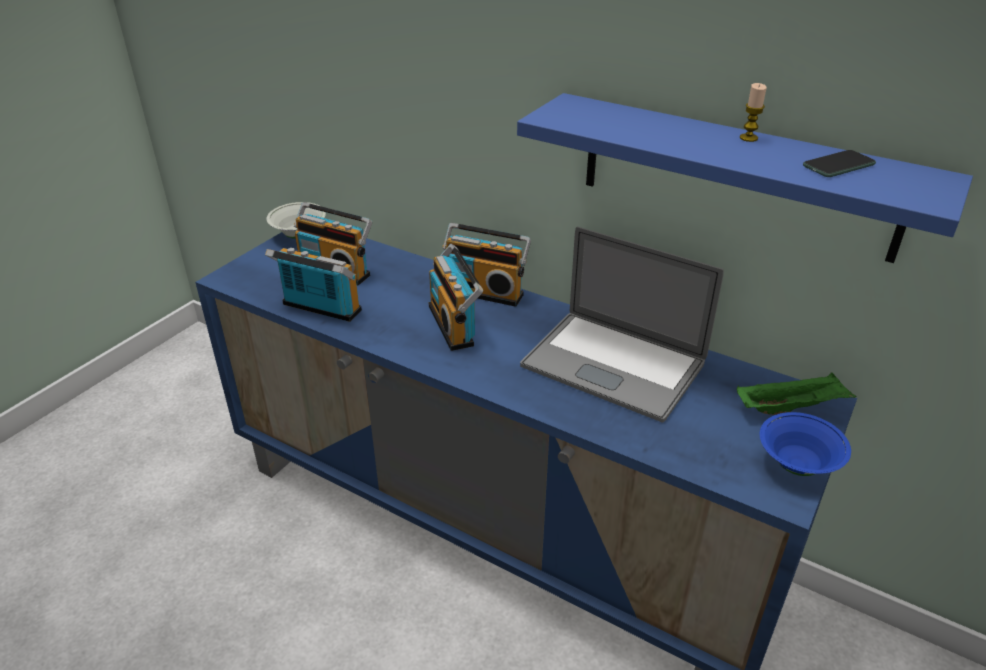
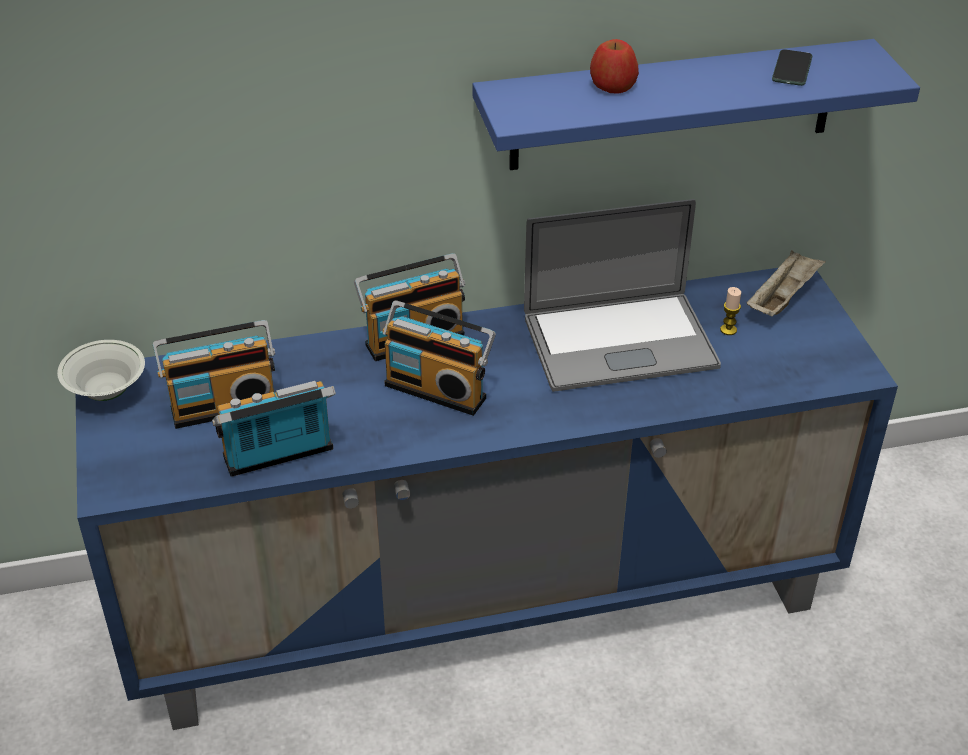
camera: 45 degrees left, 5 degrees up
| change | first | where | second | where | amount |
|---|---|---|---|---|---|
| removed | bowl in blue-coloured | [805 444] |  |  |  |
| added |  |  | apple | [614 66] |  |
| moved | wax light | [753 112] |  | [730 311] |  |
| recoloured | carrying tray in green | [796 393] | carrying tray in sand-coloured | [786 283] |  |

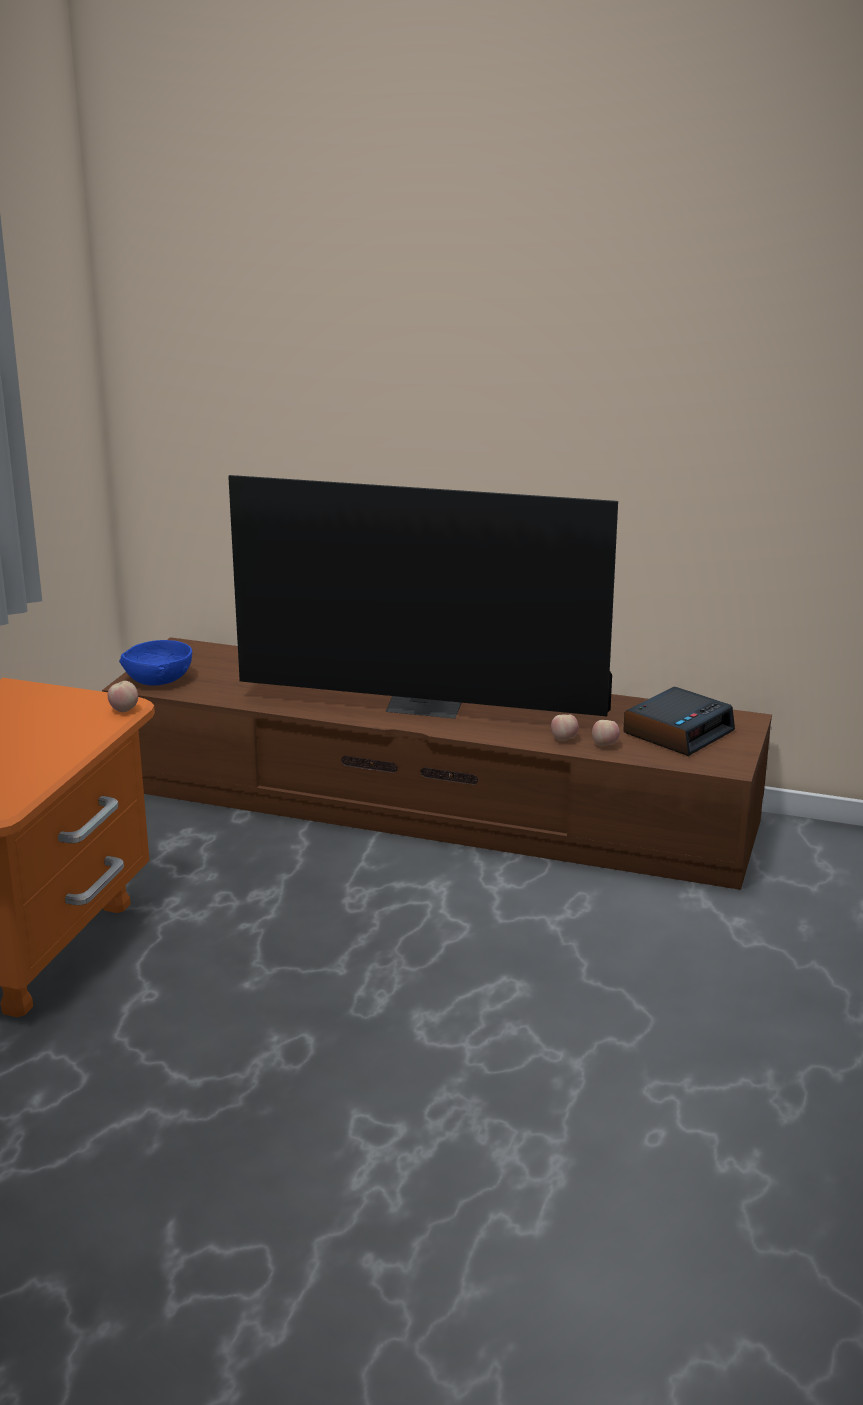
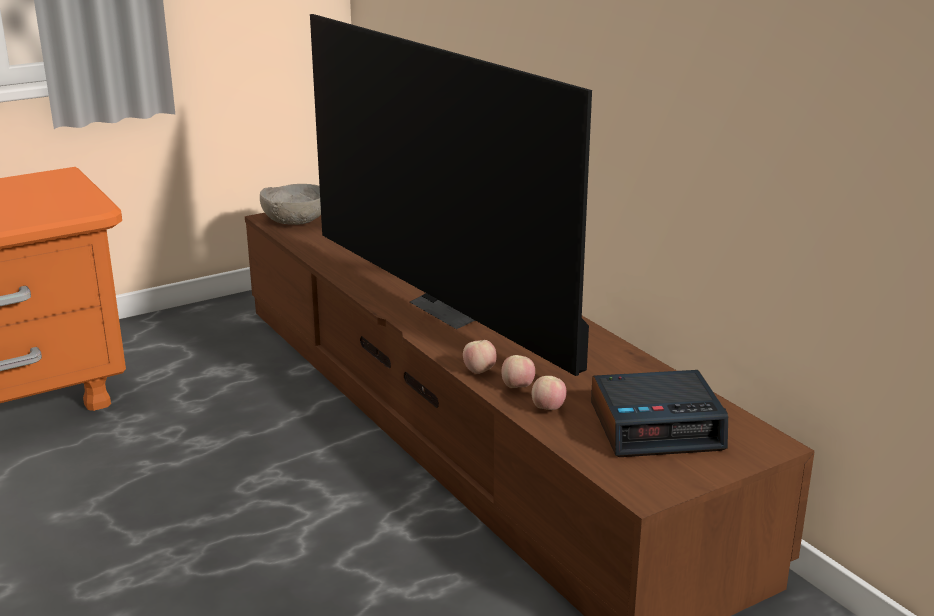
camera: 40 degrees right, 0 degrees up
| change | first | where | second | where | amount |
|---|---|---|---|---|---|
| moved | apple | [123 696] |  | [480 357] |  |
| recoloured | bowl in blue-coloured | [155 663] | bowl in grey | [290 204] |  |

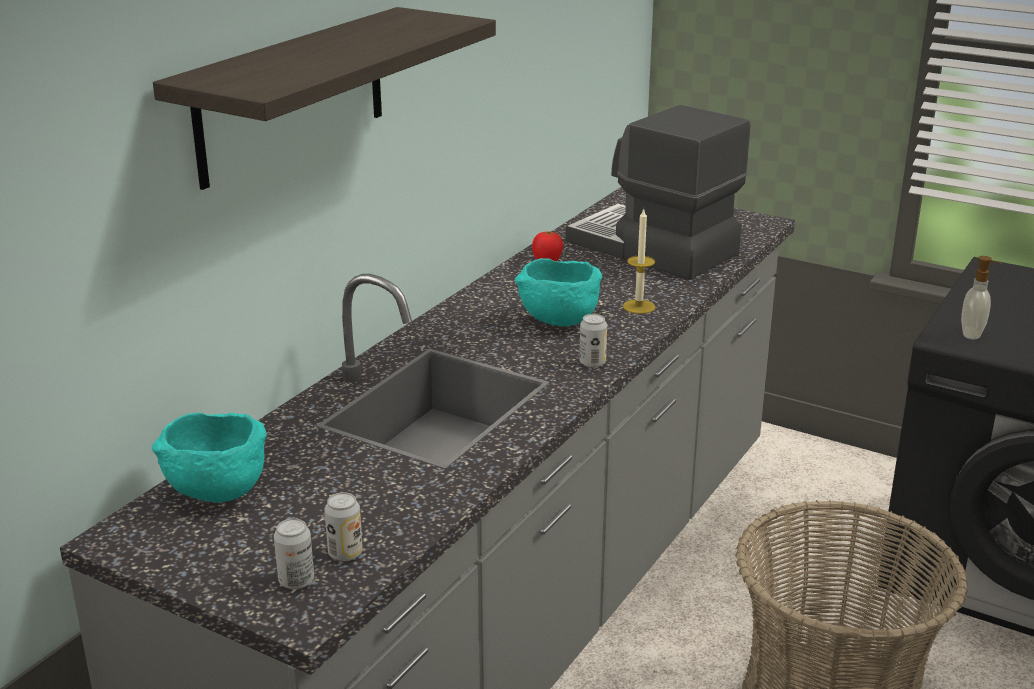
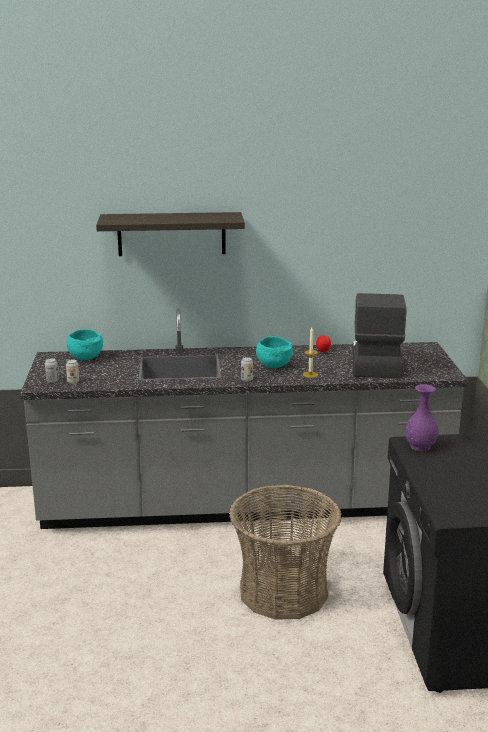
camera: 55 degrees right, 5 degrees down
| change | first | where | second | where | amount |
|---|---|---|---|---|---|
| replaced | soap dispenser | [981 298] | vase in purple-coloured | [422 417] |  |

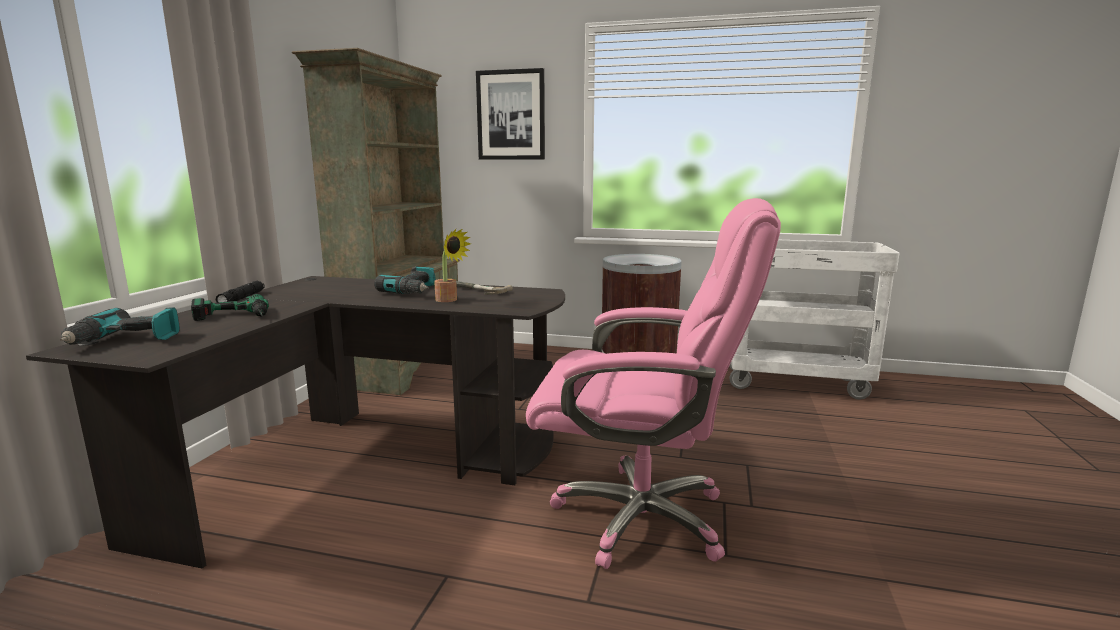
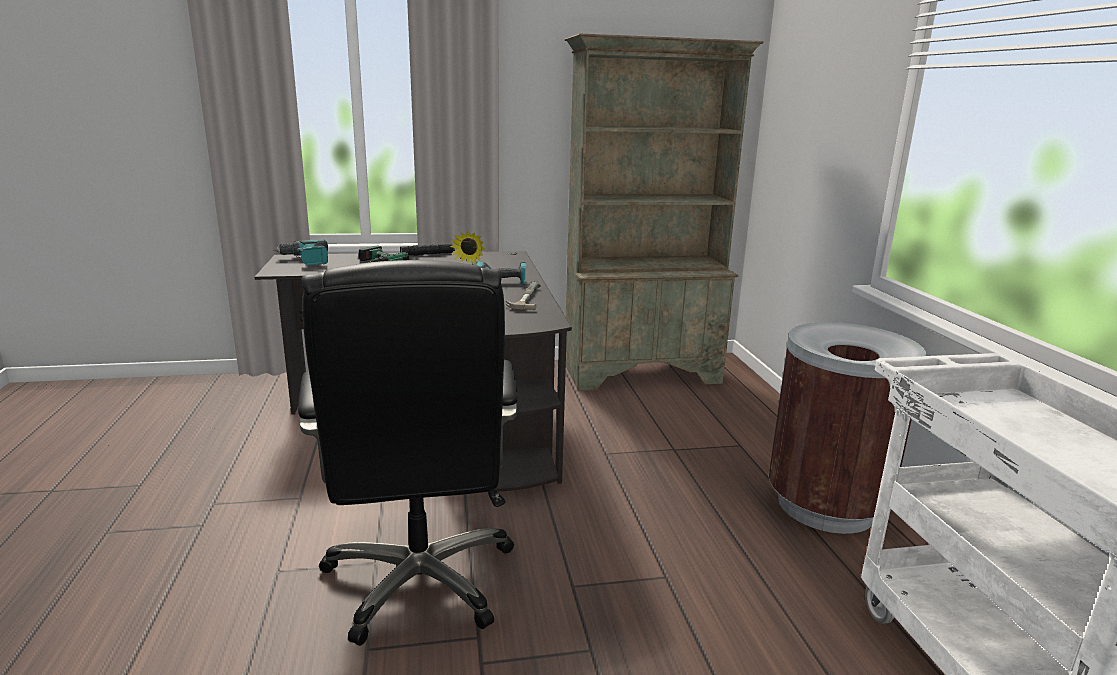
camera: 65 degrees right, 5 degrees up
| change | first | where | second | where | amount |
|---|---|---|---|---|---|
| removed | wall picture | [510 114] |  |  |  |
| recoloured | office chair in pink-coloured | [653 383] | office chair in blackish | [408 453] |  |

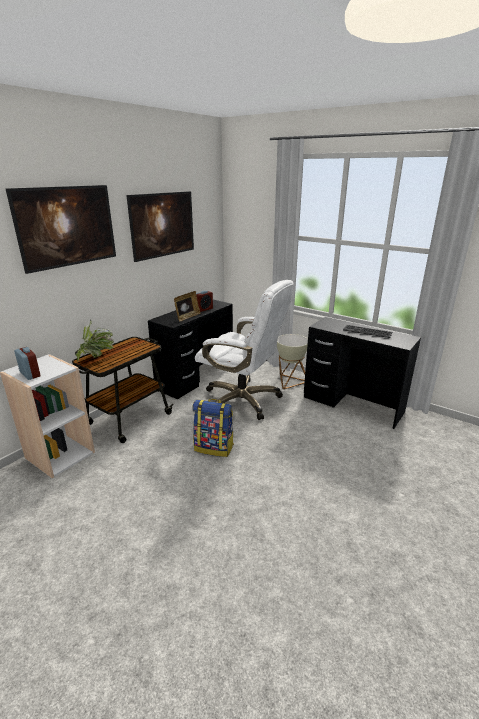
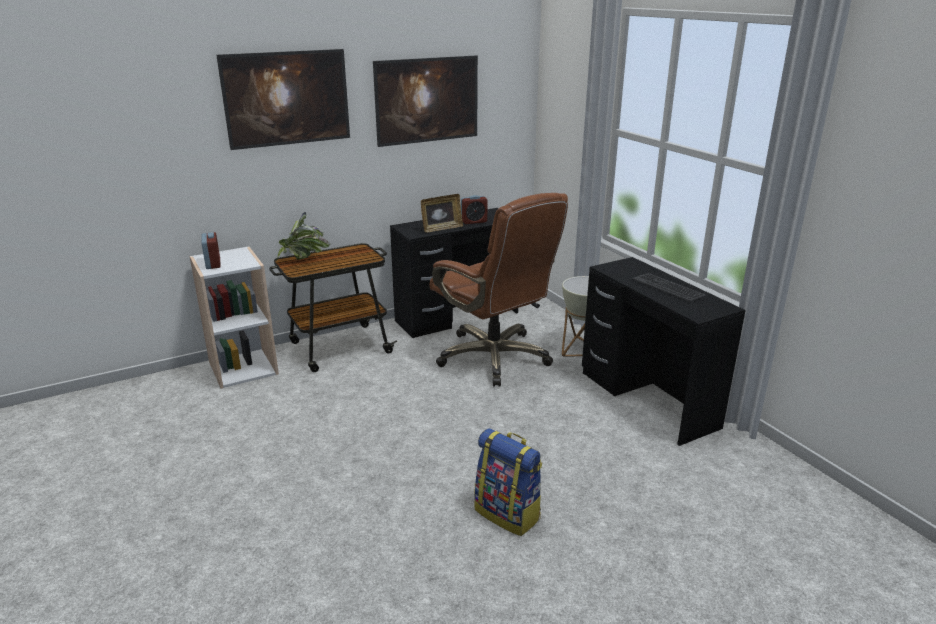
camera: 25 degrees right, 0 degrees up
| change | first | where | second | where | amount |
|---|---|---|---|---|---|
| moved | backpack | [213 428] |  | [508 482] |  |
| recoloured | office chair in white-coloured | [244 350] | office chair in brownish | [499 290] |  |

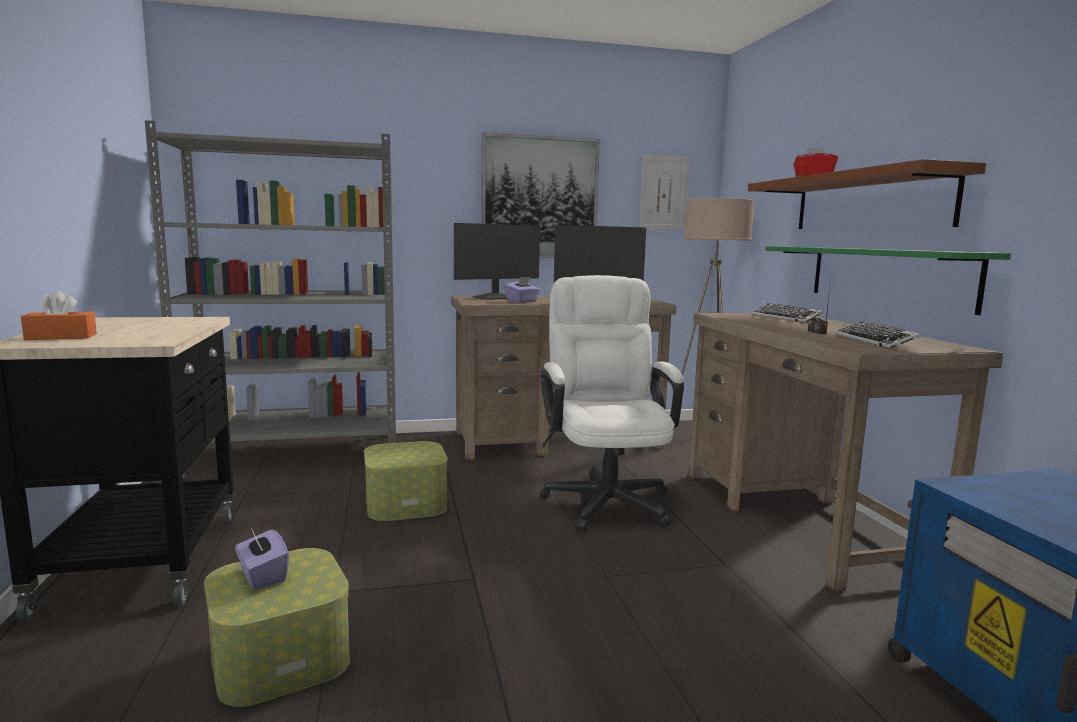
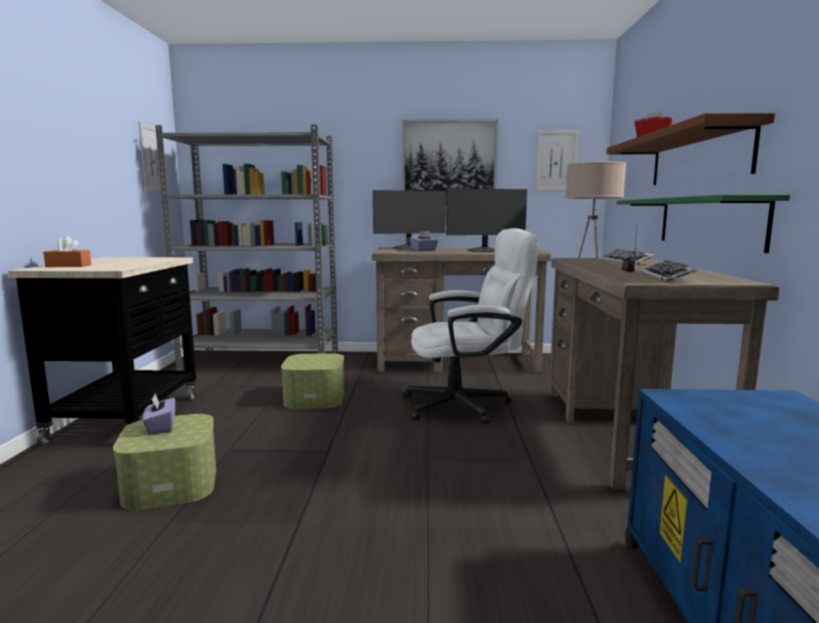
camera: 15 degrees right, 0 degrees up
| change | first | where | second | where | amount |
|---|---|---|---|---|---|
| added |  |  | wall picture | [153 157] |  |
| turned | office chair in white-coloured | [612 403] |  | [470 326] | 75 degrees clockwise |

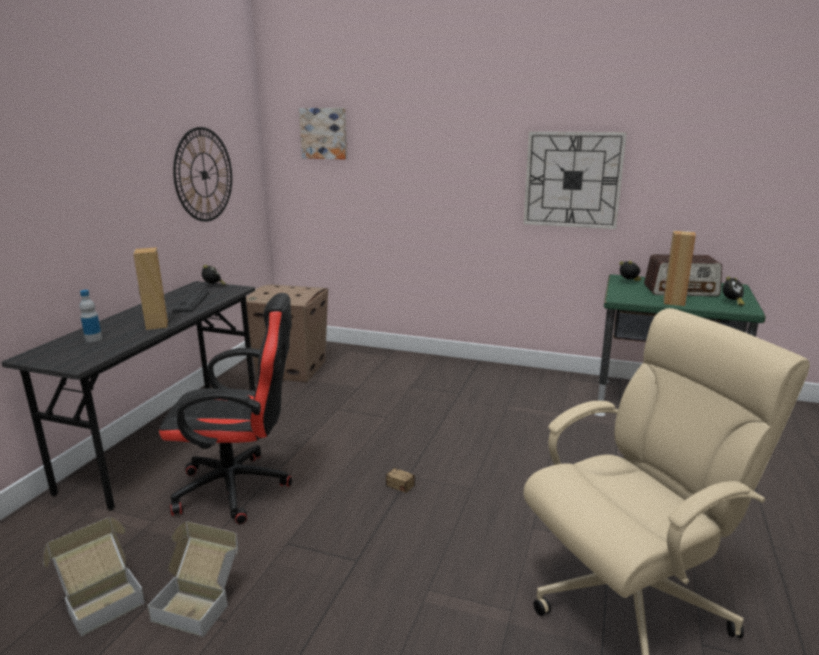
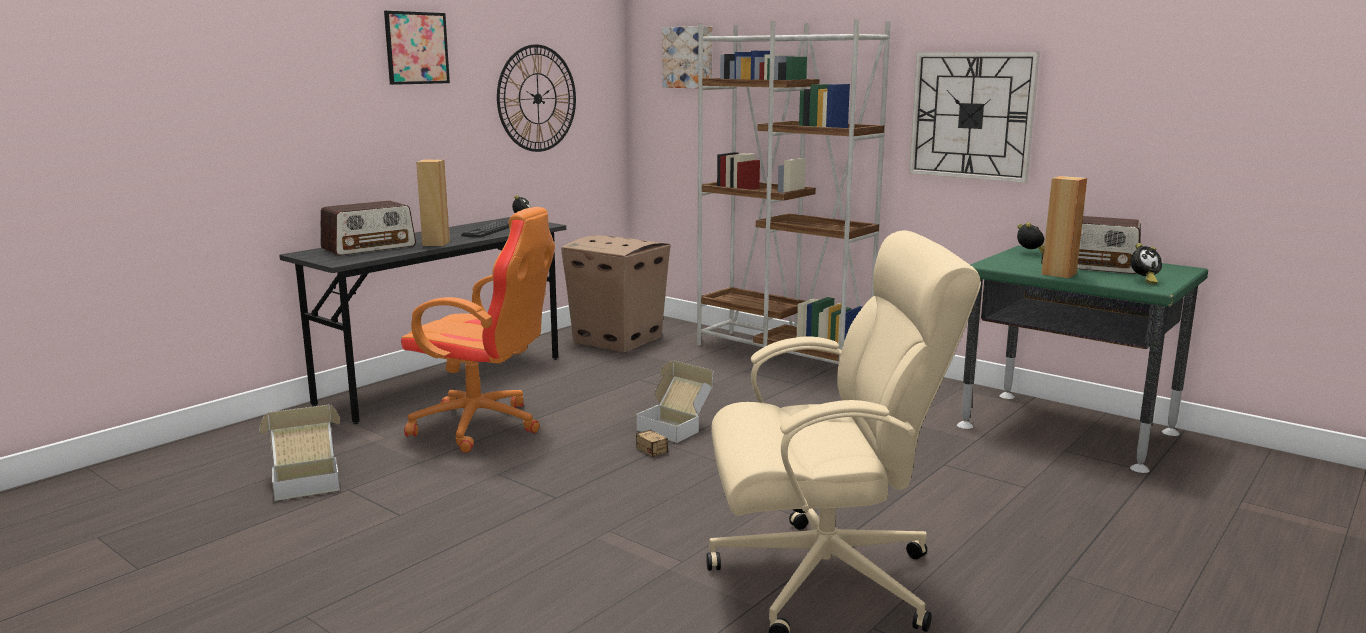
camera: 20 degrees right, 5 degrees down
| change | first | where | second | where | amount |
|---|---|---|---|---|---|
| added |  |  | wall picture | [417 48] |  |
| added |  |  | bookshelf in brownish | [794 191] |  |
| moved | carton | [192 579] |  | [675 402] |  |
| replaced | bottle | [90 316] | radio | [368 228] |  |
| recoloured | office chair in blackish | [225 408] | office chair in orangey | [478 330] |  |

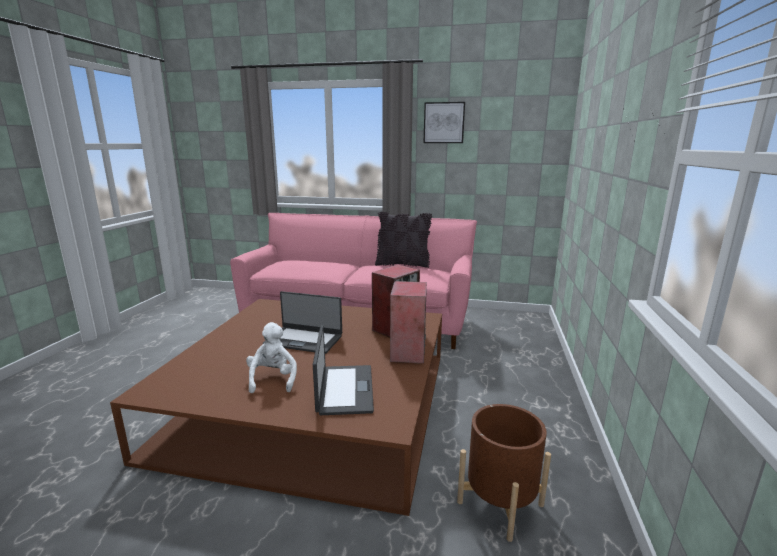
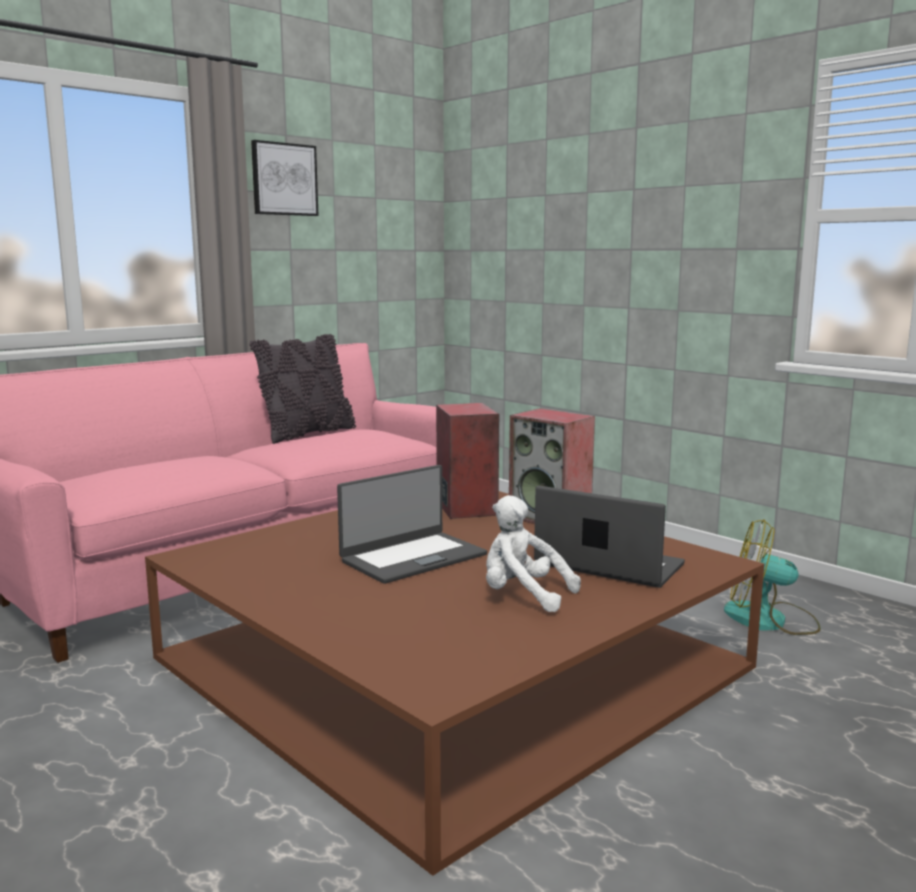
camera: 55 degrees left, 5 degrees down
| change | first | where | second | where | amount |
|---|---|---|---|---|---|
| replaced | flower pot in brownish | [504 473] | cooling fan | [772 577] |  |

